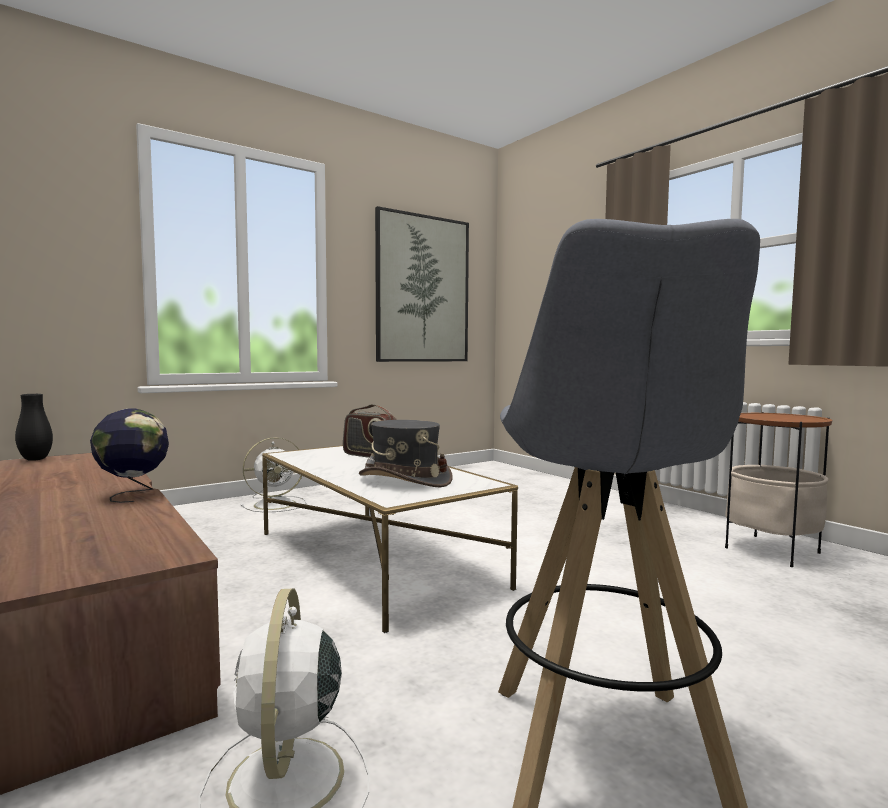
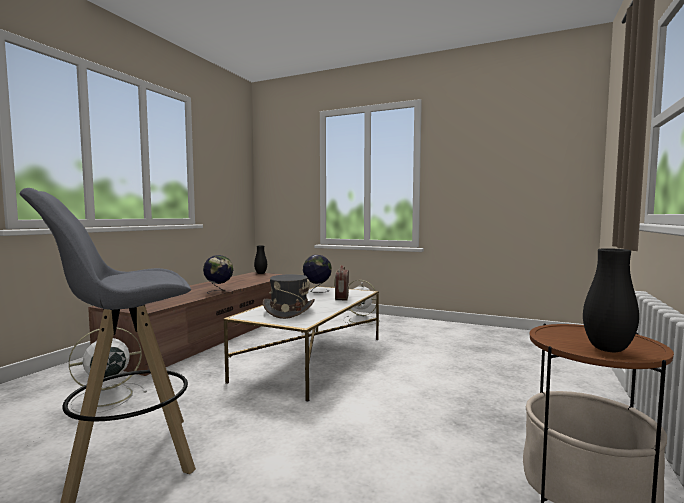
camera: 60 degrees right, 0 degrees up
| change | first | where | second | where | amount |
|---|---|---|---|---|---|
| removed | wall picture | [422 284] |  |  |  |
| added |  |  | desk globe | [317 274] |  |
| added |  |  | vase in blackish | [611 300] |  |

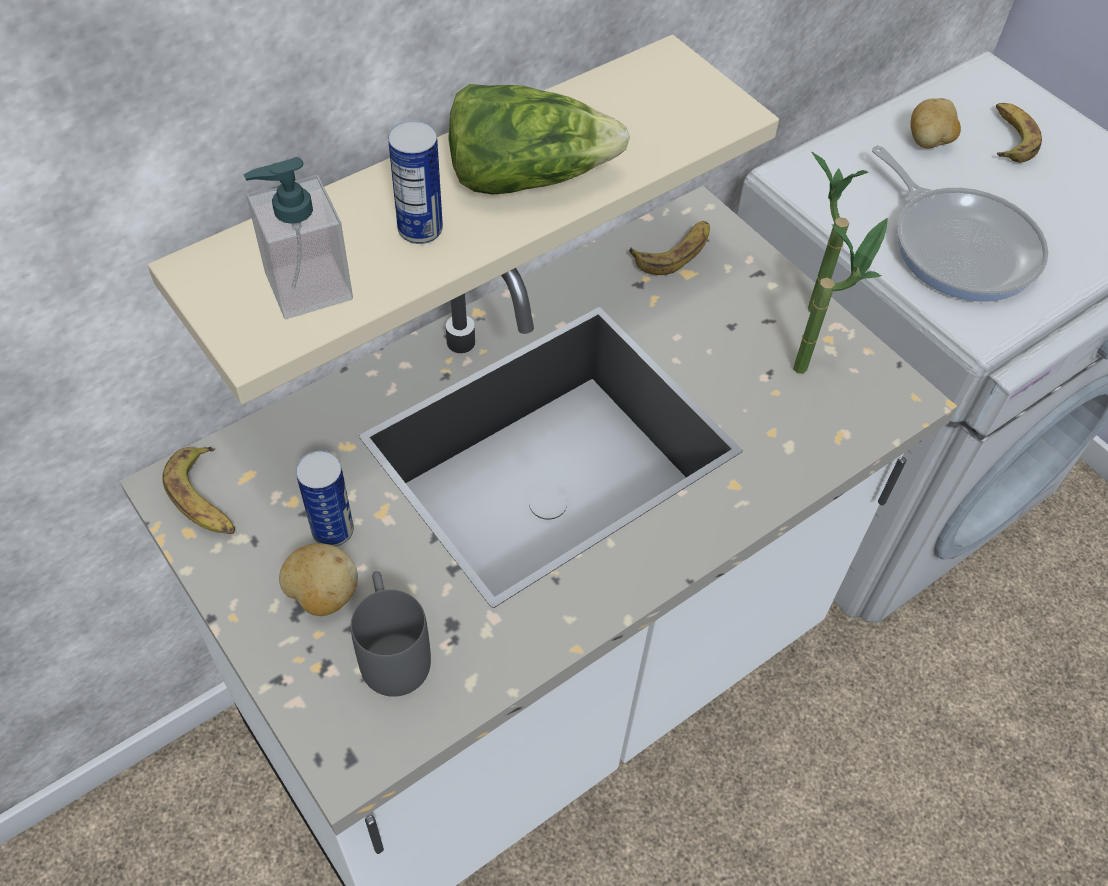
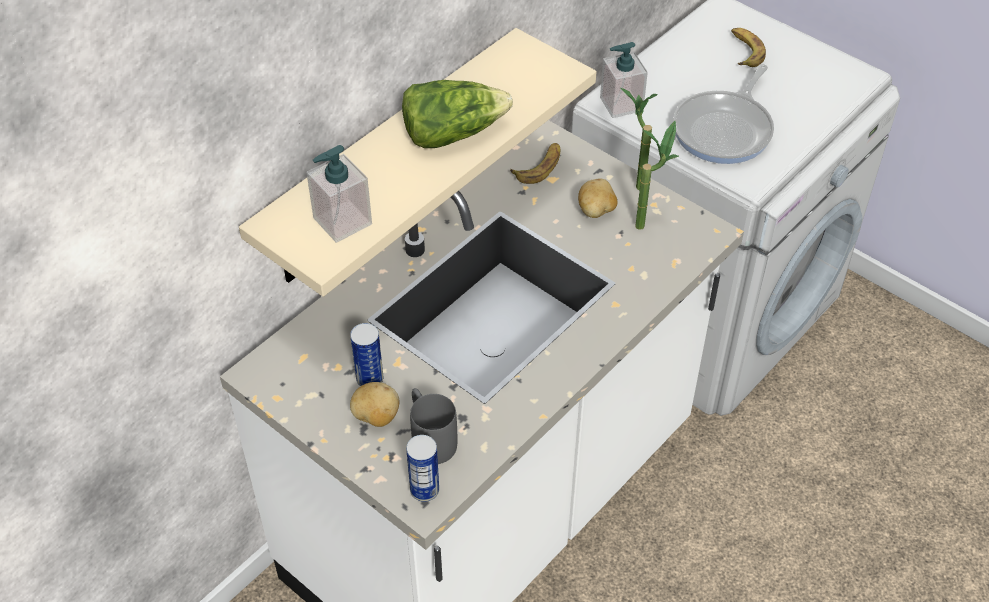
camera: 10 degrees left, 5 degrees down
| change | first | where | second | where | amount |
|---|---|---|---|---|---|
| removed | banana fruit | [198 490] |  |  |  |
| added |  |  | soap dispenser | [624 80] |  |
| moved | metal can | [415 182] |  | [422 468] |  |
| moved | whole potato | [936 123] |  | [598 198] |  |
| turned | frying pan | [960 224] |  | [723 114] | 75 degrees clockwise |

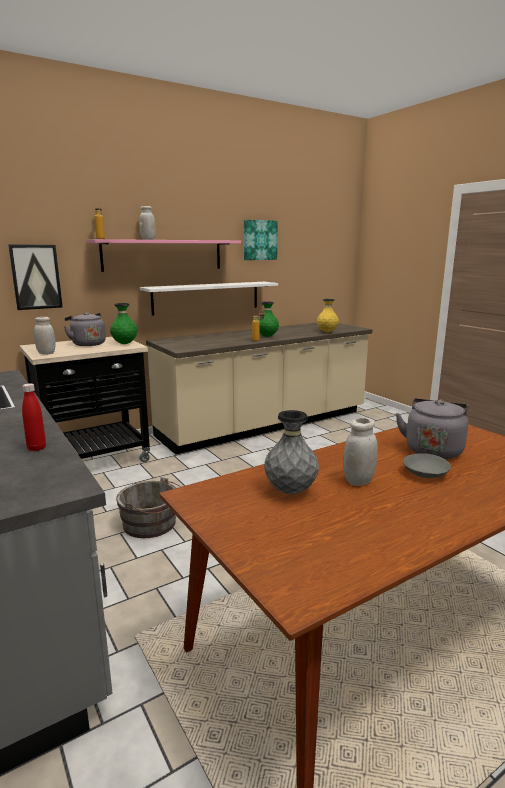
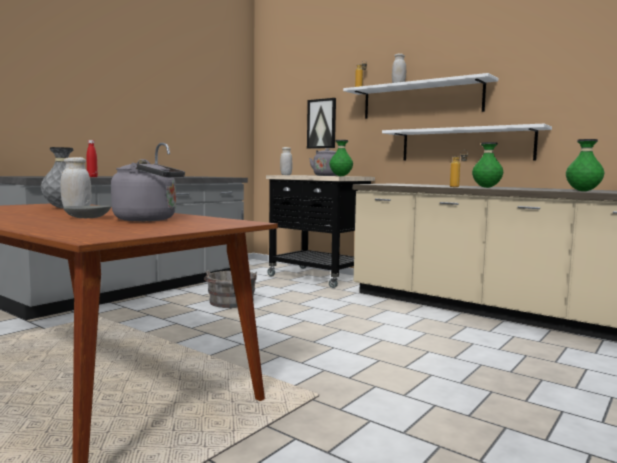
camera: 70 degrees right, 10 degrees down
| change | first | where | second | where | amount |
|---|---|---|---|---|---|
| removed | wall picture | [261 240] |  |  |  |
| recoloured | bracket shelf in pink-coloured | [164 255] | bracket shelf in white-coloured | [420 96] |  |
| recoloured | vase in yellow | [328 315] | vase in green | [585 165] |  |

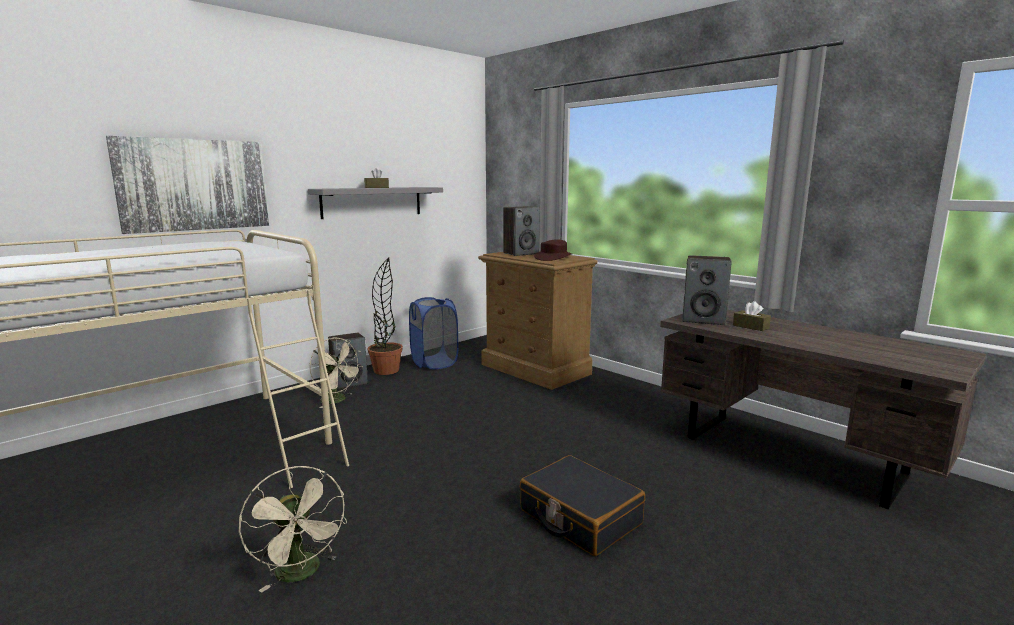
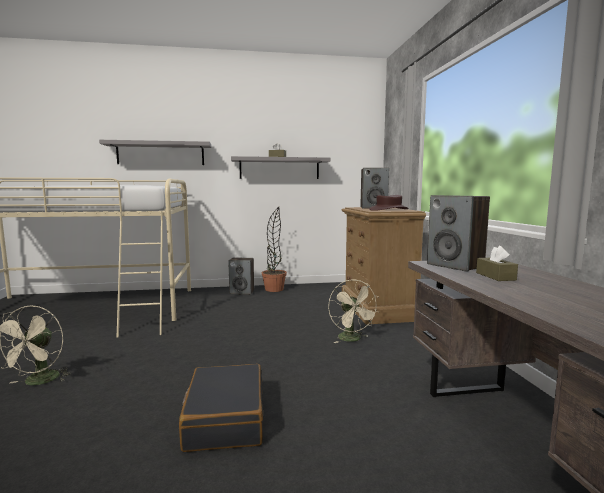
camera: 35 degrees right, 5 degrees down
| change | first | where | second | where | amount |
|---|---|---|---|---|---|
| removed | laundry basket in blue-coloured | [433 333] |  |  |  |
| moved | cooling fan in sand-coloured | [336 373] |  | [353 311] |  |
| replaced | wall picture | [187 185] | bracket shelf in grey | [155 152] |  |

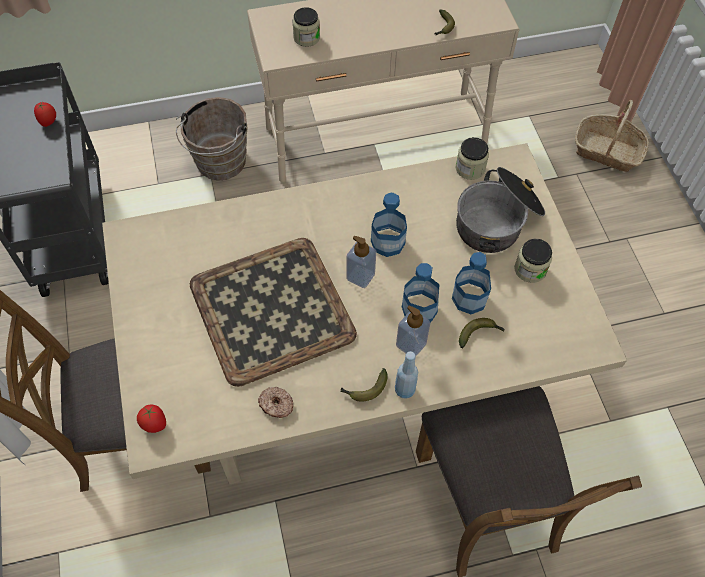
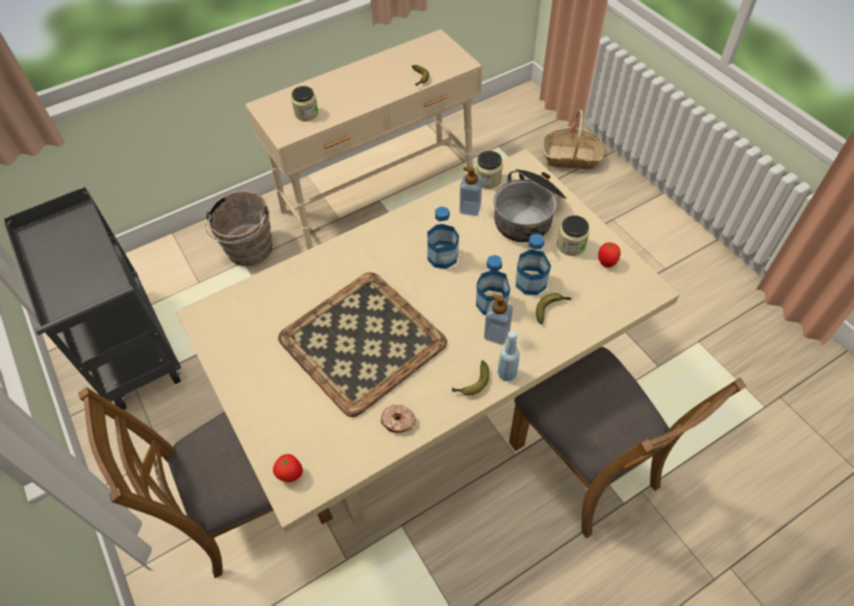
camera: 15 degrees left, 5 degrees down
| change | first | where | second | where | amount |
|---|---|---|---|---|---|
| moved | fresh tomato | [45 114] |  | [609 255] |  |
| moved | soap dispenser | [361 262] |  | [471 191] |  |

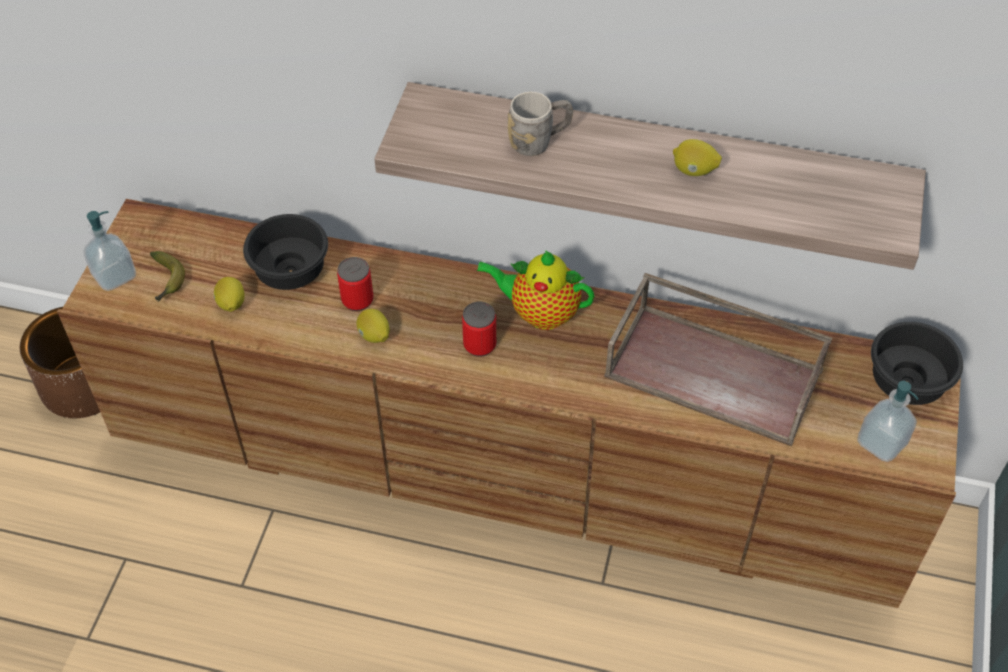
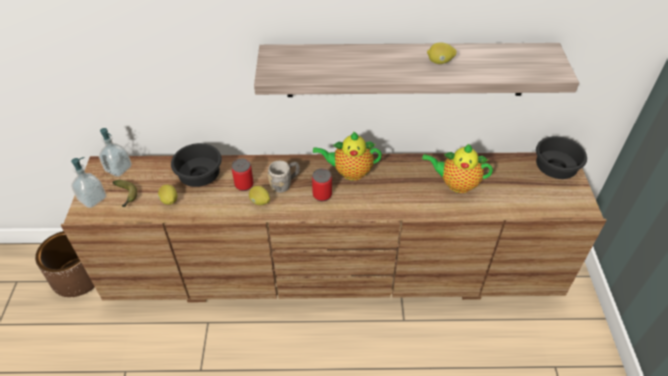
camera: 15 degrees left, 5 degrees down
| change | first | where | second | where | amount |
|---|---|---|---|---|---|
| moved | tea mug in grey | [540 124] |  | [284 177] |  |
| moved | soap dispenser | [888 421] |  | [115 152] |  |
| replaced | carrying tray in brownish | [718 359] | pot for tea | [457 168] |  |

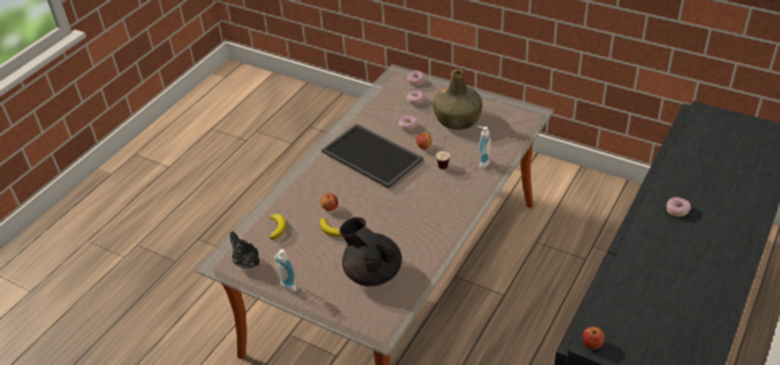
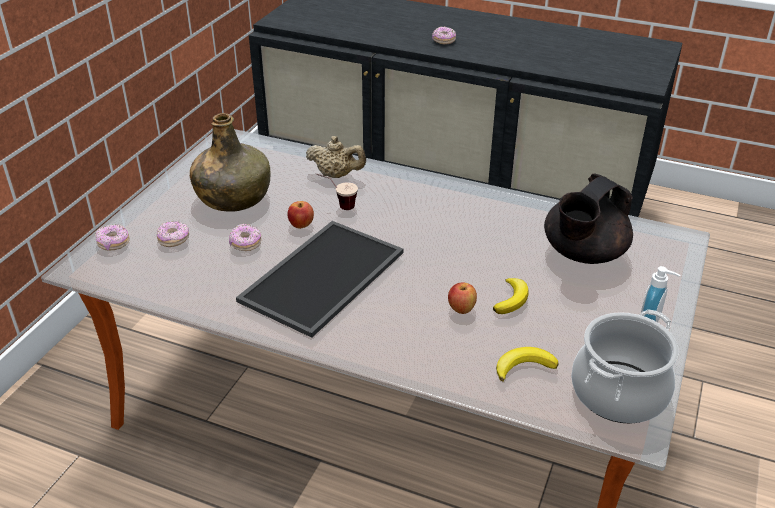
camera: 100 degrees left, 5 degrees down
| change | first | where | second | where | amount |
|---|---|---|---|---|---|
| removed | apple | [593 338] |  |  |  |
| replaced | pot for tea in blackish | [244 250] | stockpot | [625 366] |  |
| replaced | soap dispenser | [483 147] | pot for tea in sand-coloured | [336 157] |  |

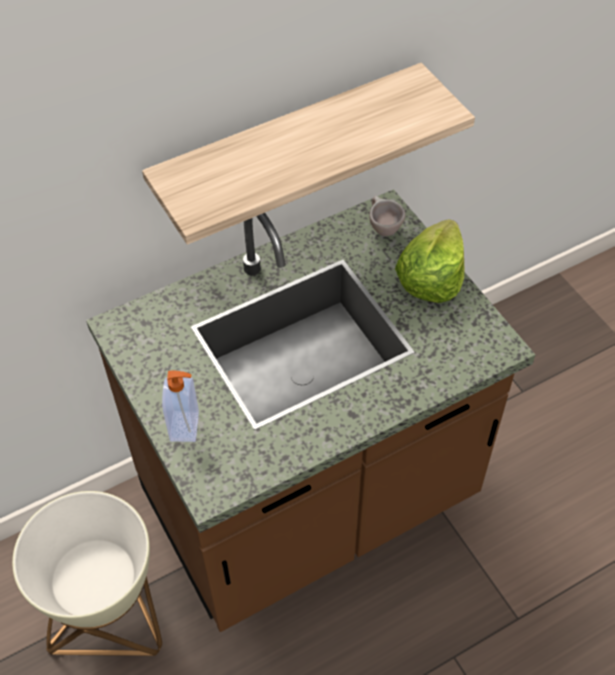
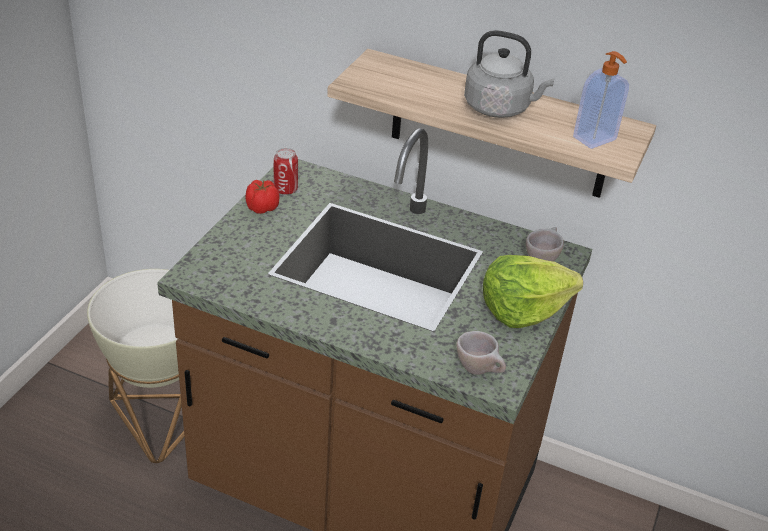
camera: 50 degrees right, 15 degrees down
| change | first | where | second | where | amount |
|---|---|---|---|---|---|
| added |  |  | fresh tomato | [263 197] |  |
| added |  |  | metal can | [286 171] |  |
| added |  |  | cup in sand-coloured | [481 353] |  |
| added |  |  | kettle in grey | [509 74] |  |
| moved | soap dispenser | [180 406] |  | [601 100] |  |

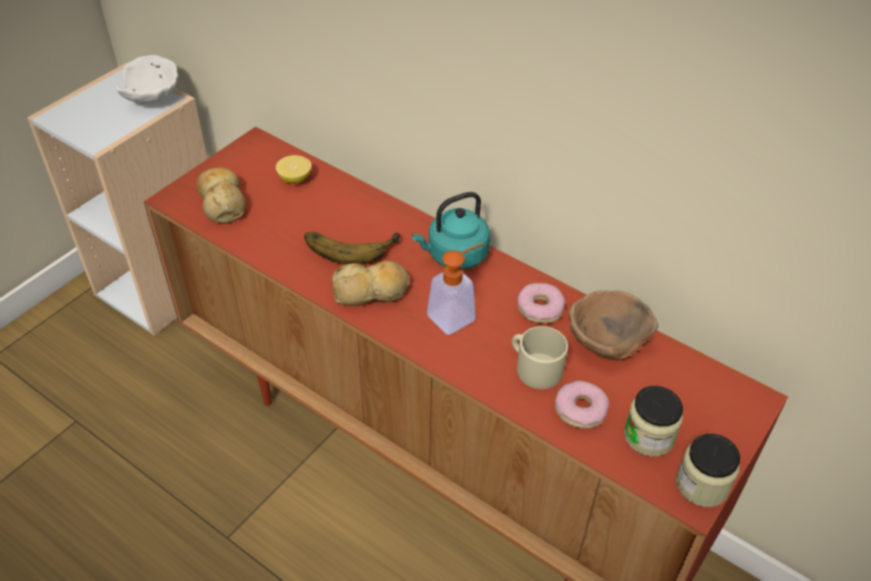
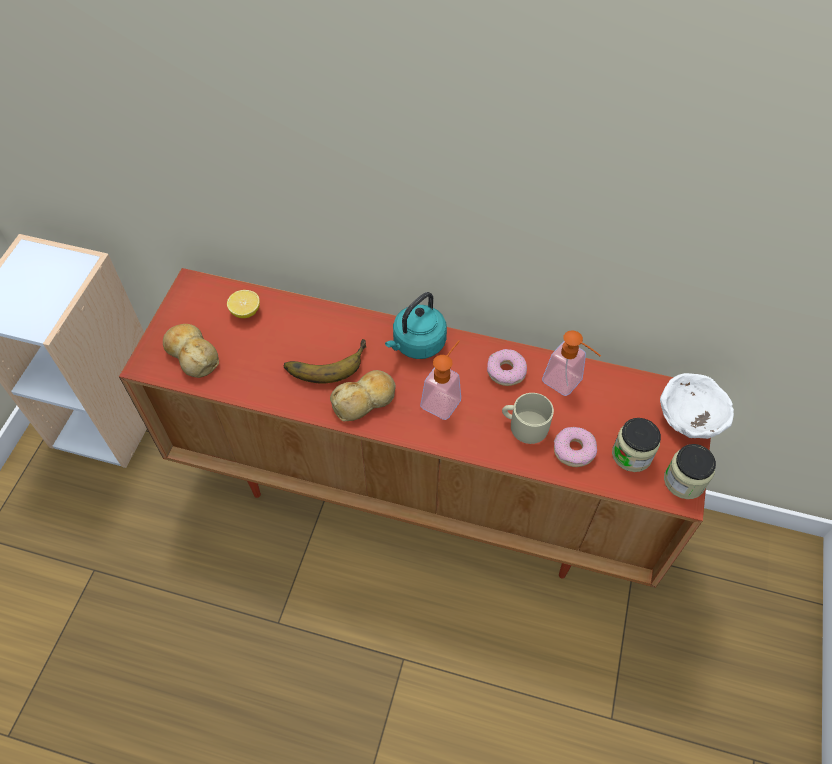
camera: 20 degrees left, 10 degrees up
| change | first | where | second | where | amount |
|---|---|---|---|---|---|
| moved | bowl in white-coloured | [146 79] |  | [697 406] |  |
| replaced | bowl in brownish | [613 325] | soap dispenser | [571 363] |  |

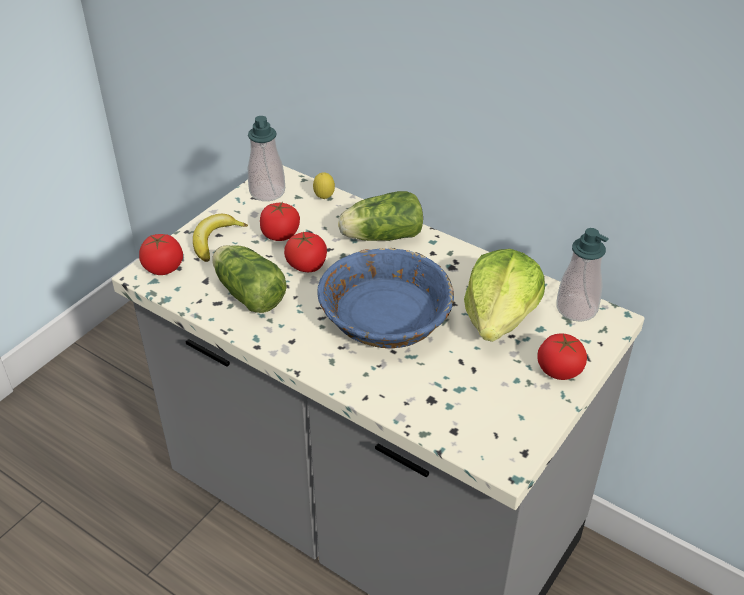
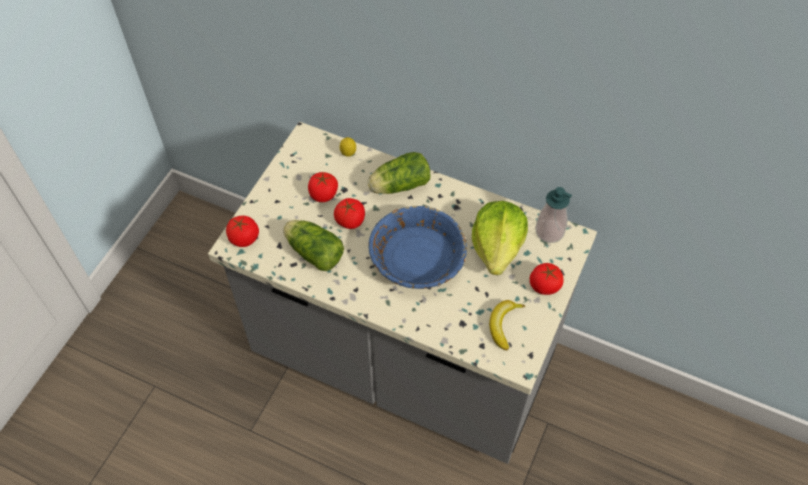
camera: 10 degrees left, 15 degrees up
| change | first | where | second | where | amount |
|---|---|---|---|---|---|
| removed | soap dispenser | [266 158] |  |  |  |
| moved | banana fruit | [220 238] |  | [507 325] |  |

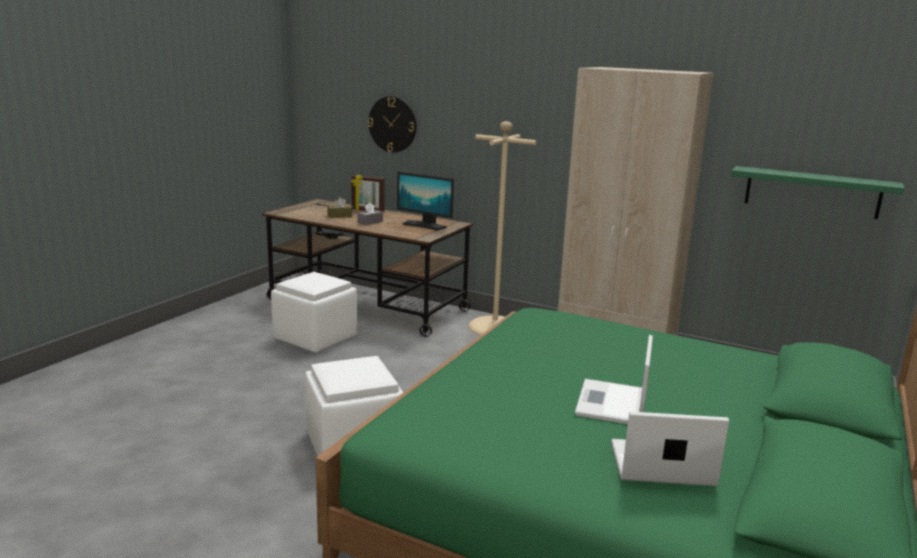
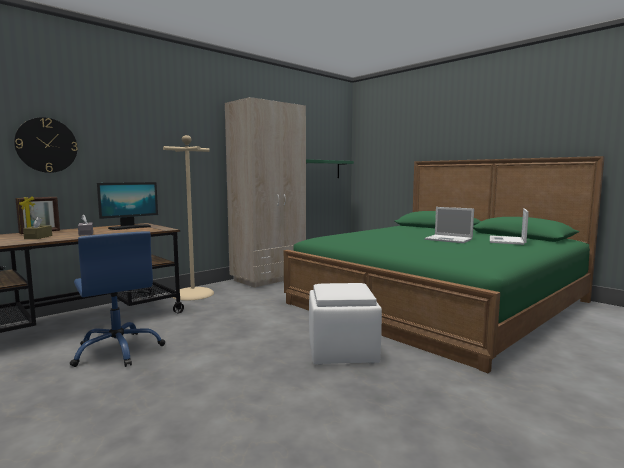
camera: 70 degrees left, 10 degrees down
| change | first | where | second | where | amount |
|---|---|---|---|---|---|
| replaced | pouffe in white-coloured | [314 312] | office chair in blue-coloured | [117 299] |  |

